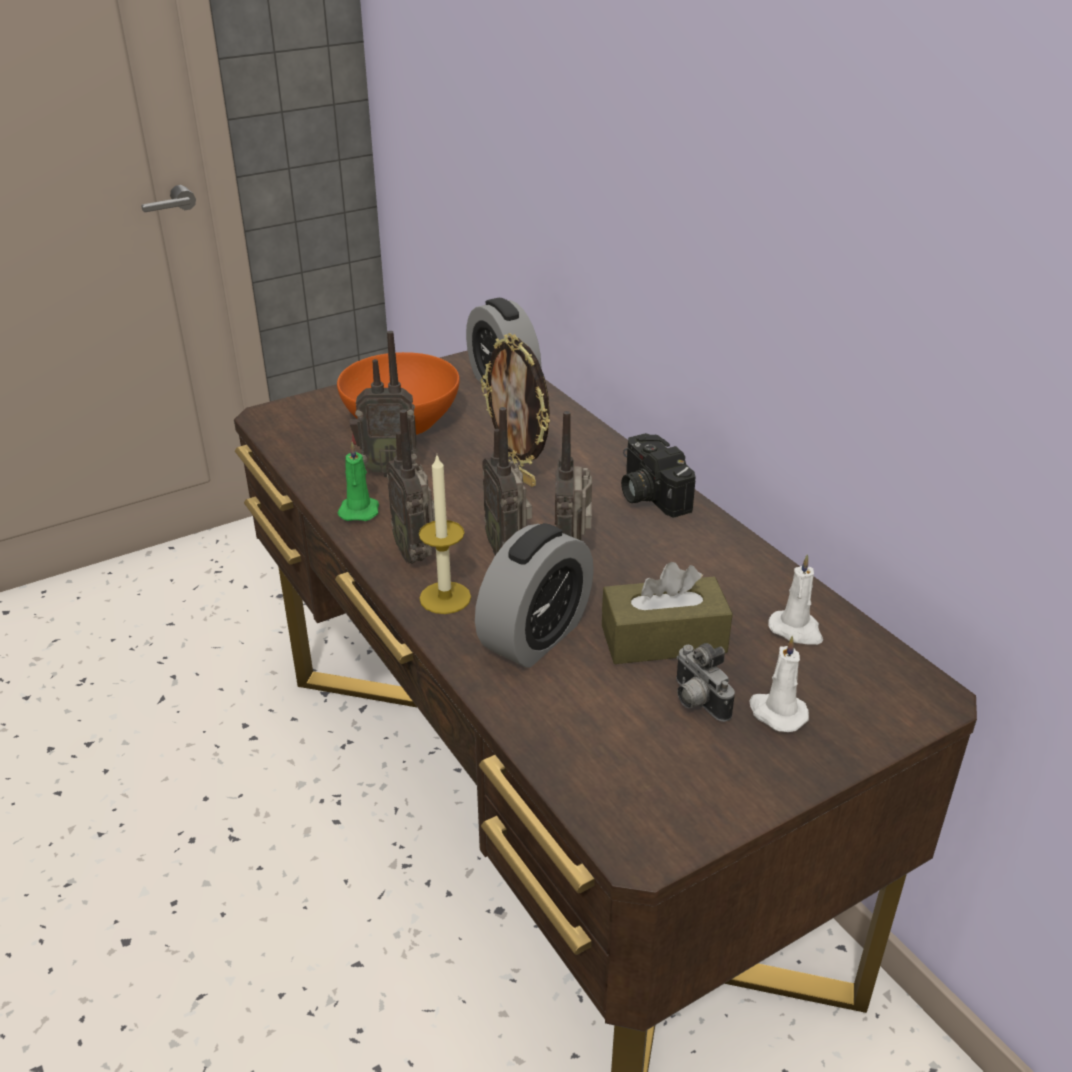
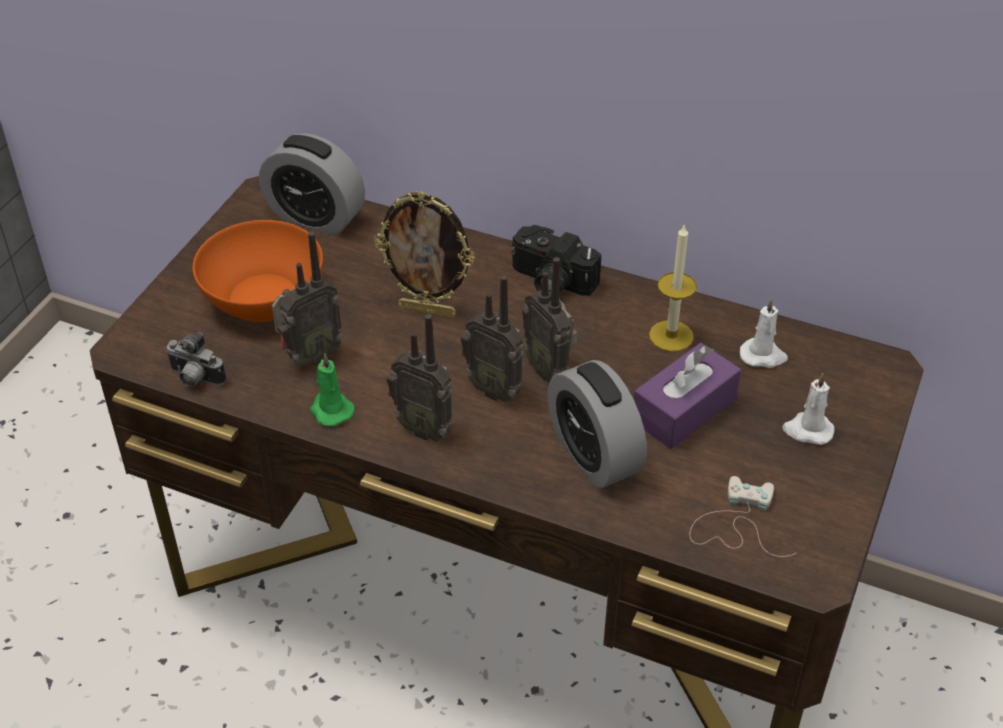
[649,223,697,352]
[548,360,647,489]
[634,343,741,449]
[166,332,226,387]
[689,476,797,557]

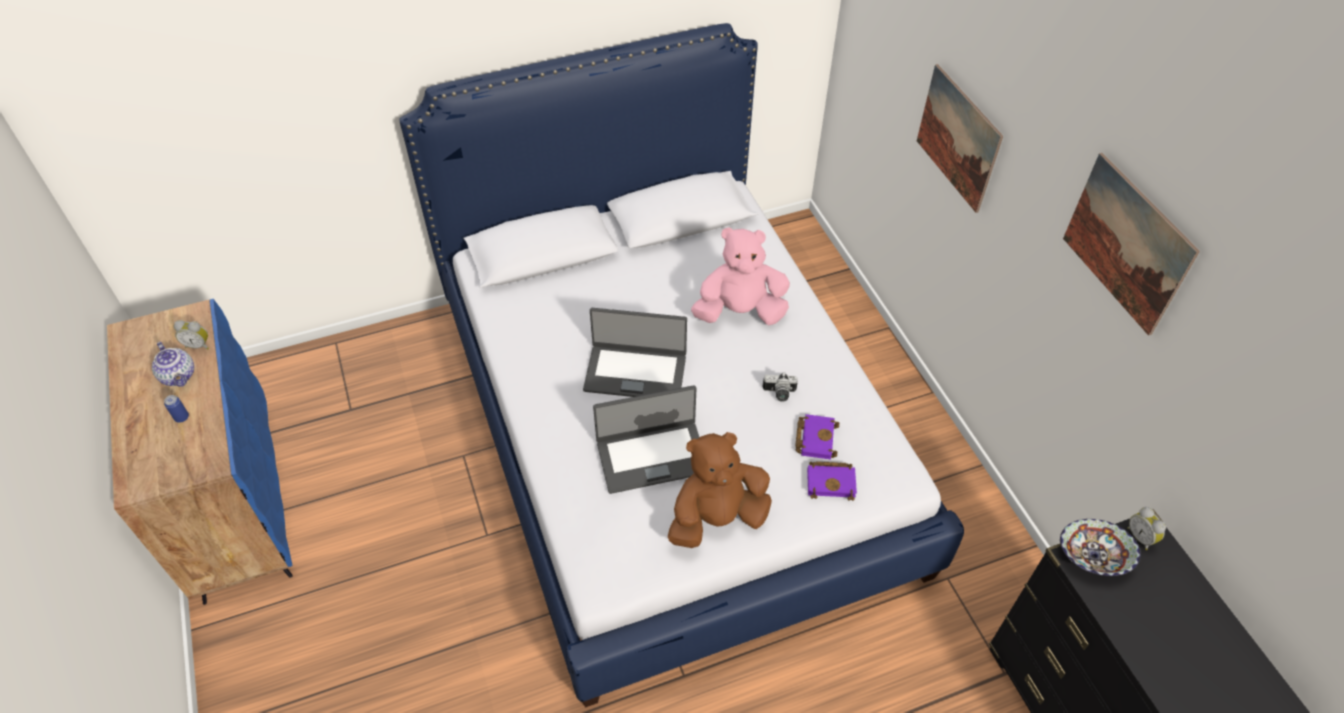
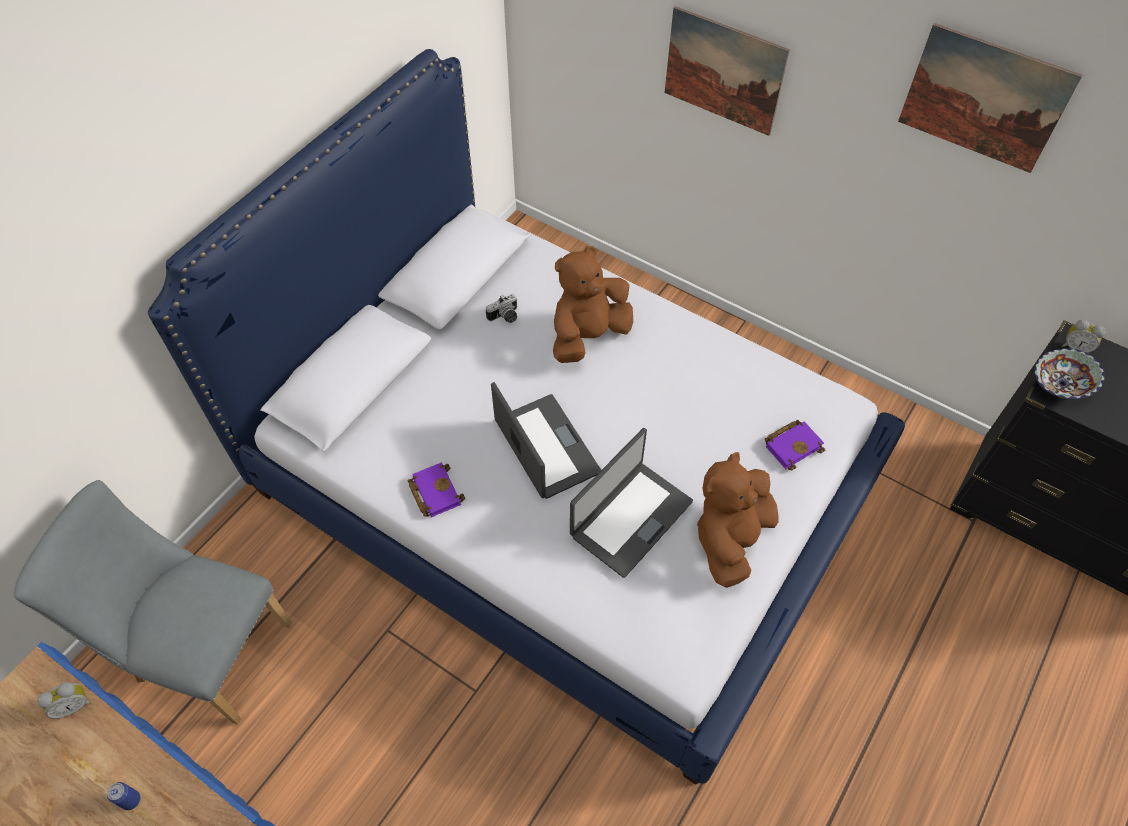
[152,342,194,387] (first image)
[491,382,601,499]
[553,246,633,363]
[486,294,517,323]
[408,462,465,517]
[14,480,292,725]

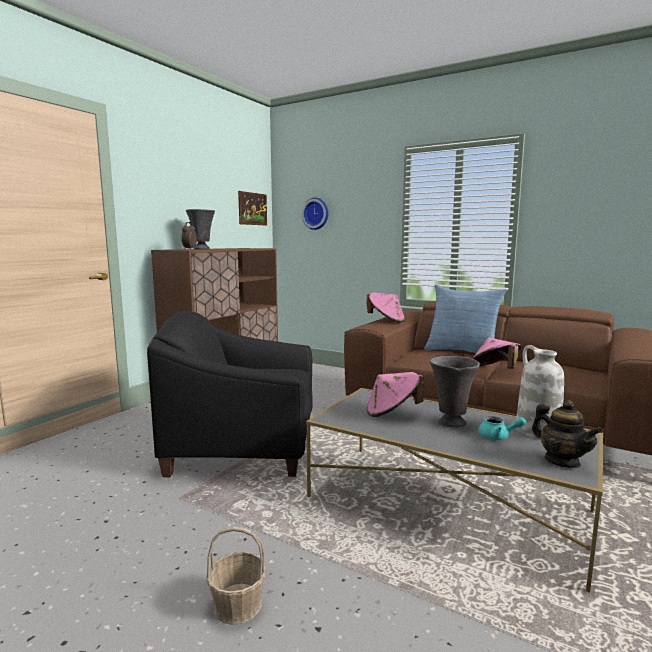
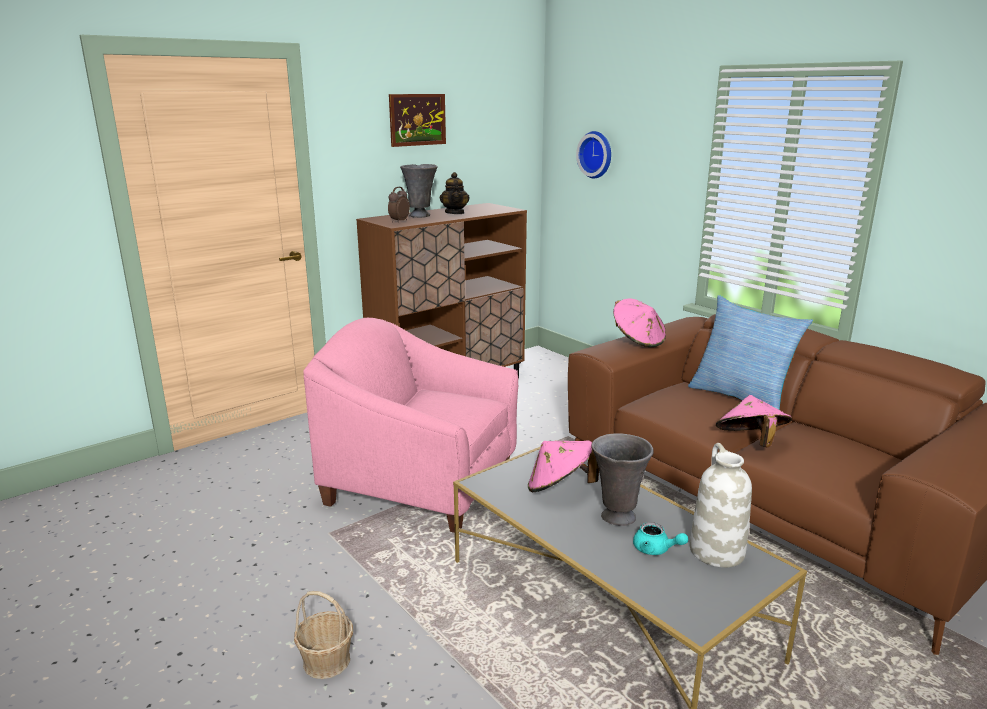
[303,318,518,533]
[389,94,446,147]
[440,172,470,214]

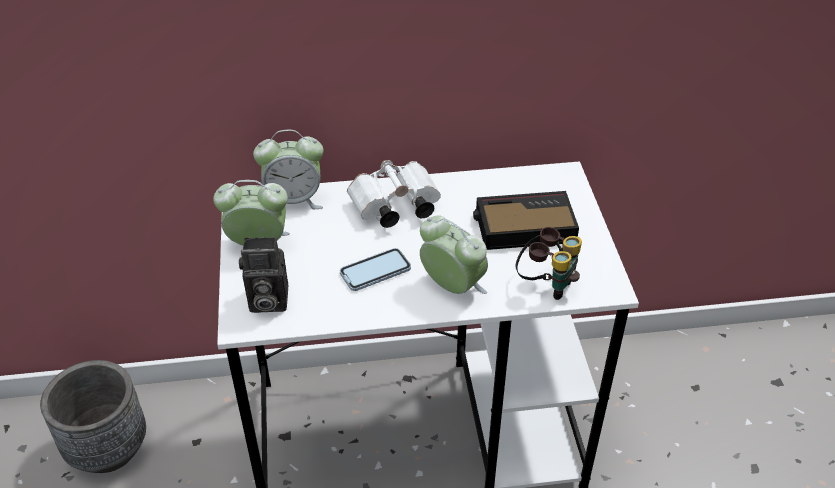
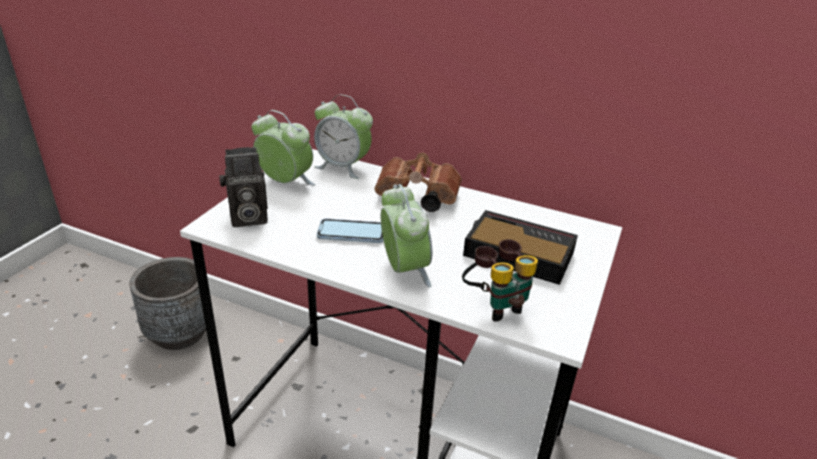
[219,147,268,227]
[375,153,462,212]

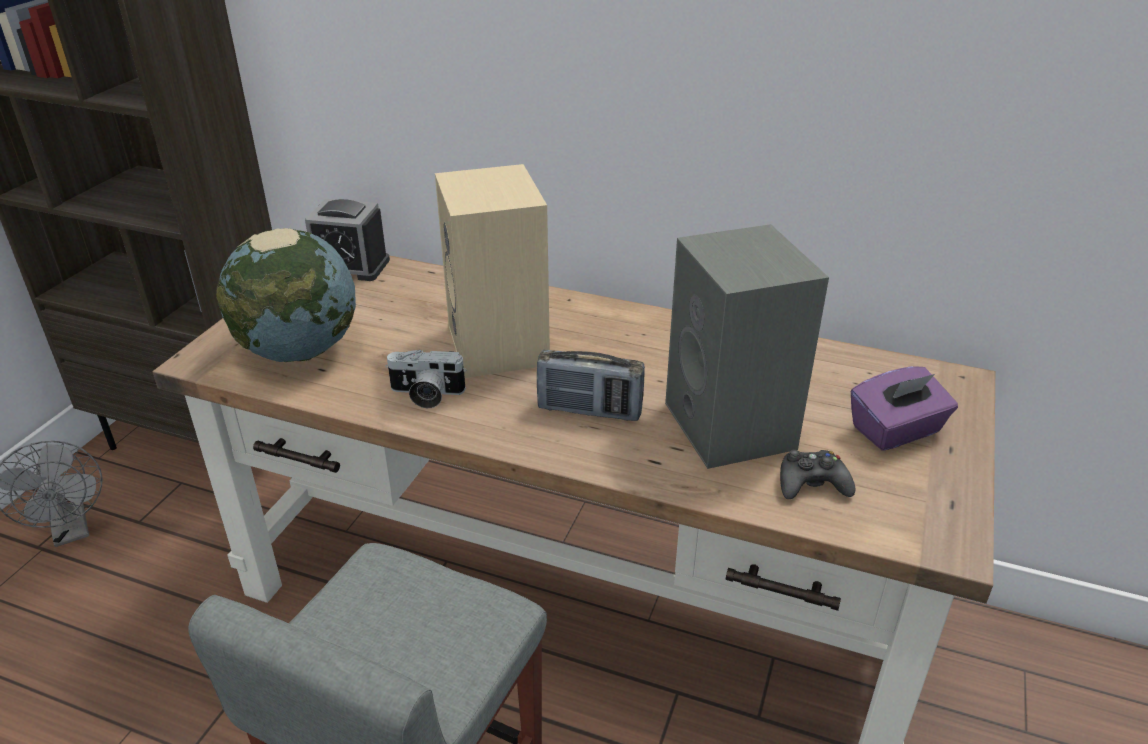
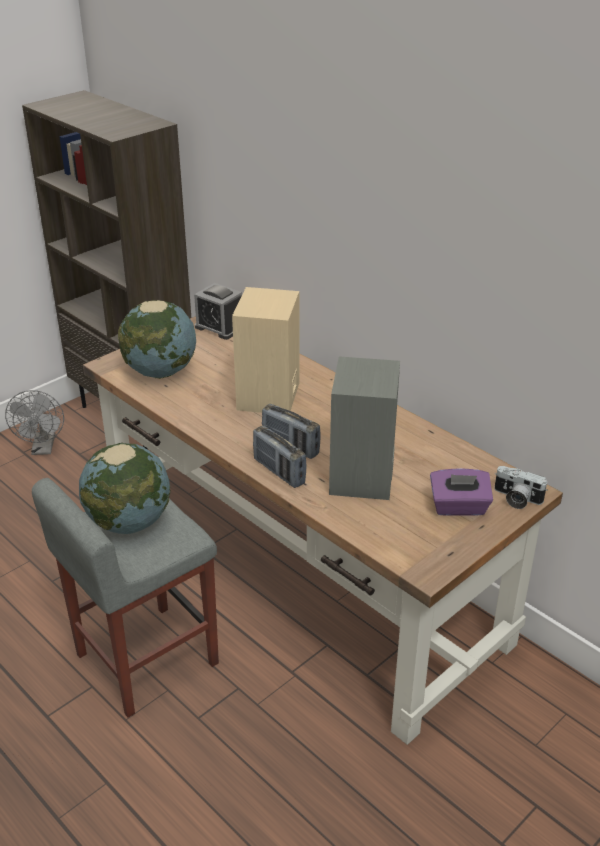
[494,466,548,509]
[780,450,855,499] (first image)
[79,443,171,534]
[253,426,307,488]

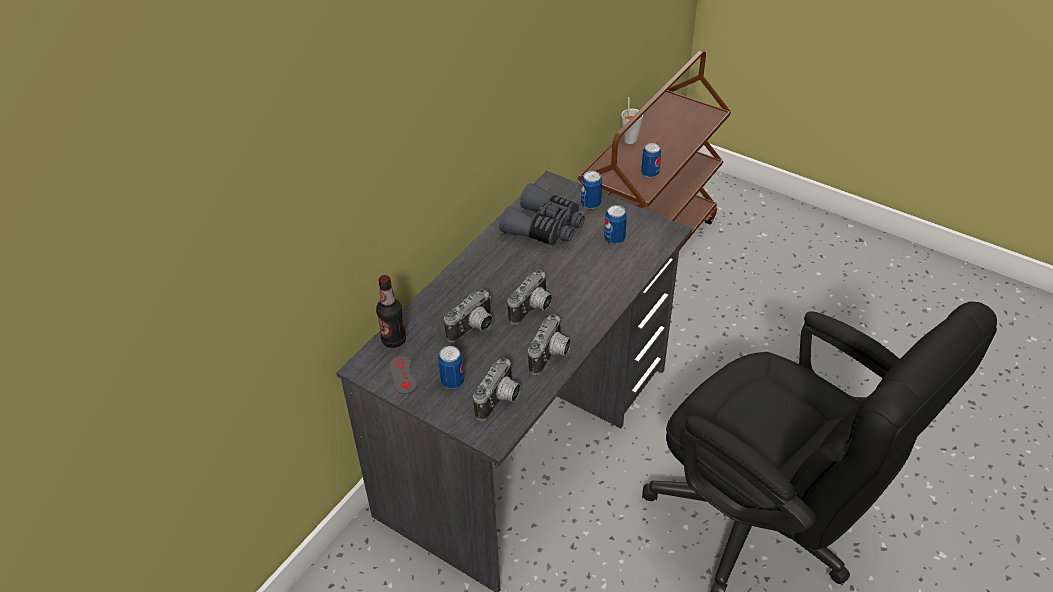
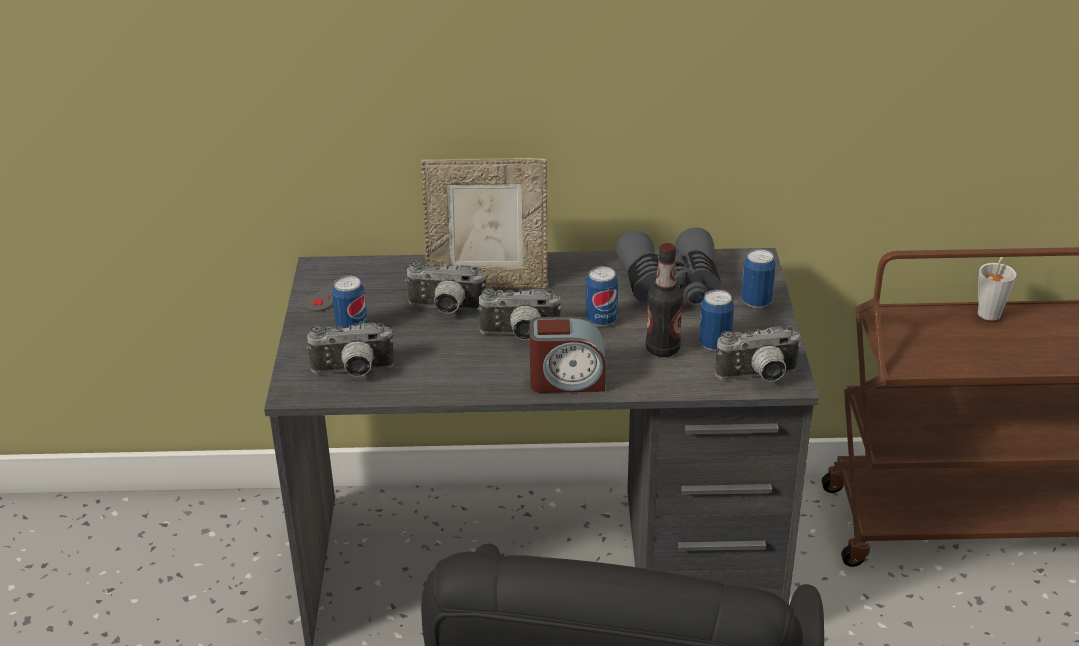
[646,243,683,357]
[715,326,802,382]
[586,266,618,327]
[421,158,547,288]
[529,316,606,393]

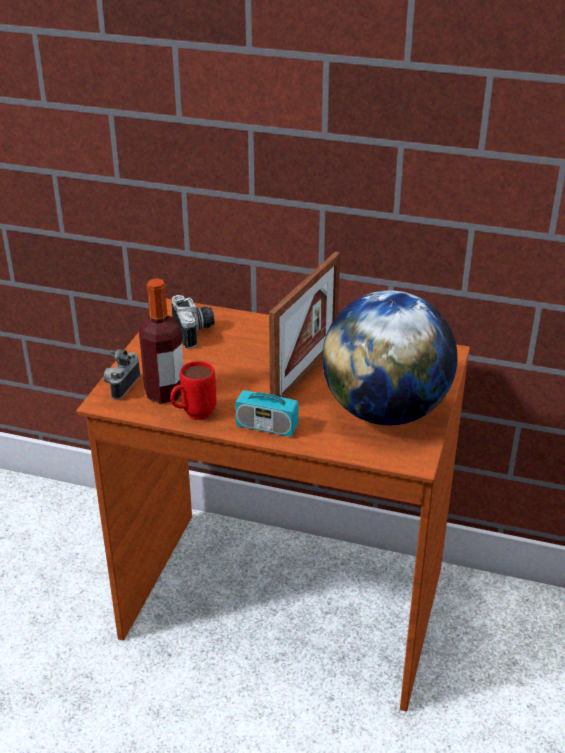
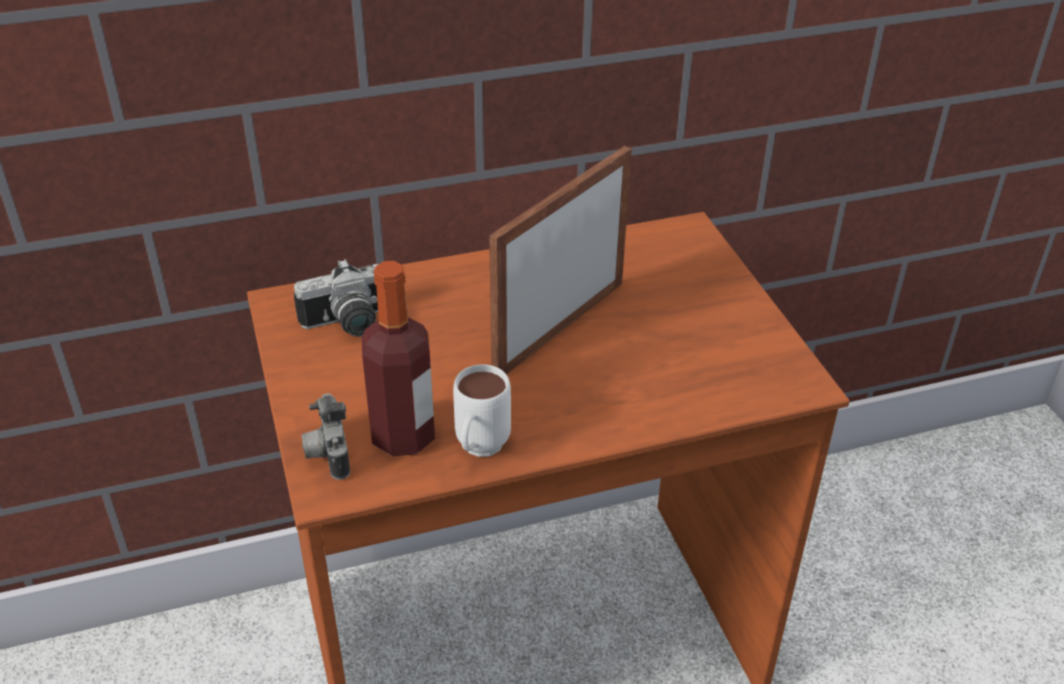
[453,364,511,457]
[294,259,378,337]
[235,348,298,437] (first image)
[489,146,632,374]
[322,290,457,425] (first image)

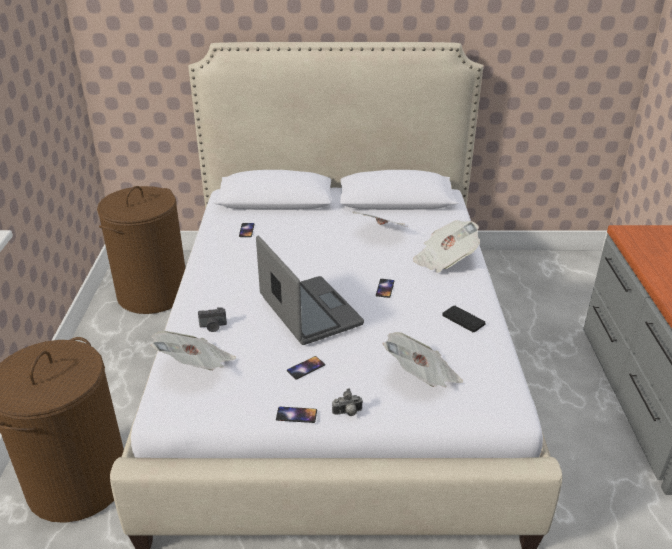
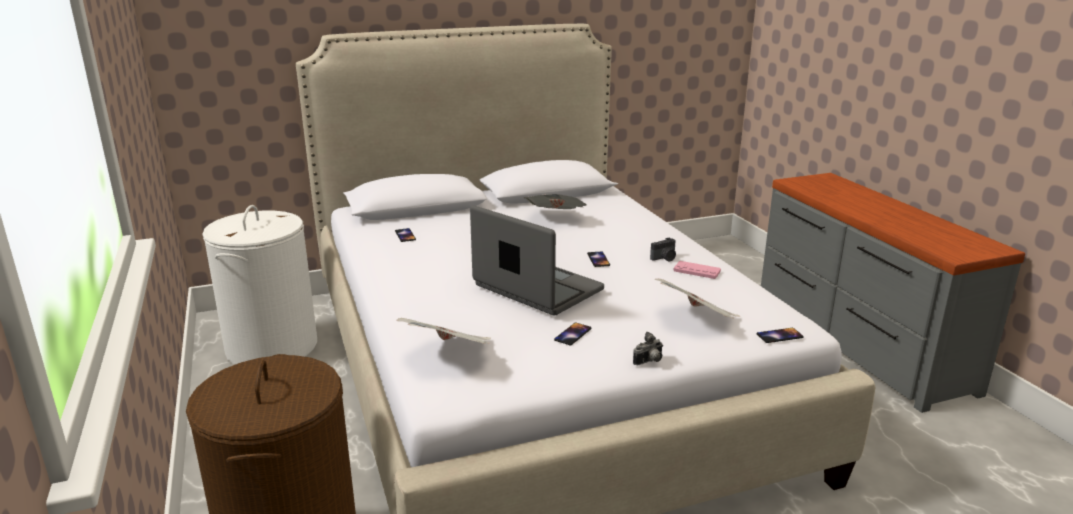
[202,205,317,365]
[650,238,676,262]
[757,328,804,343]
[413,220,480,273] (first image)
[673,261,721,279]

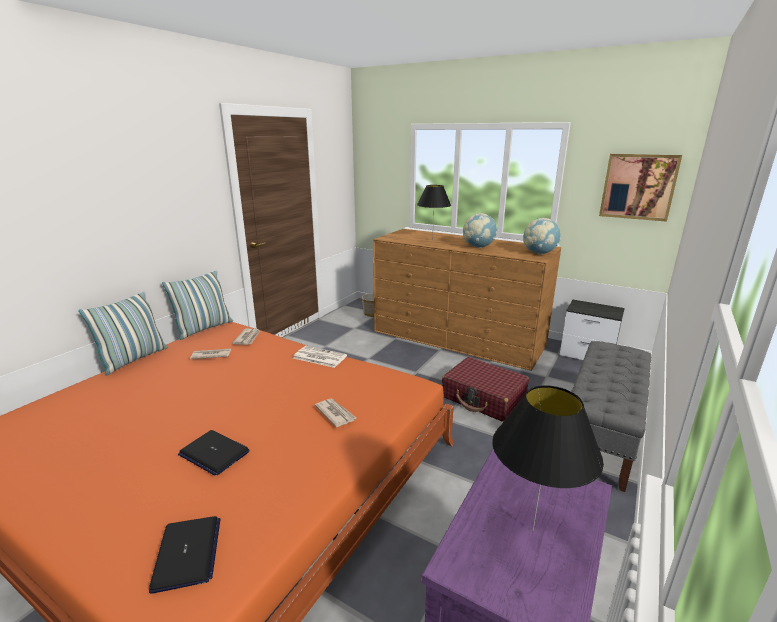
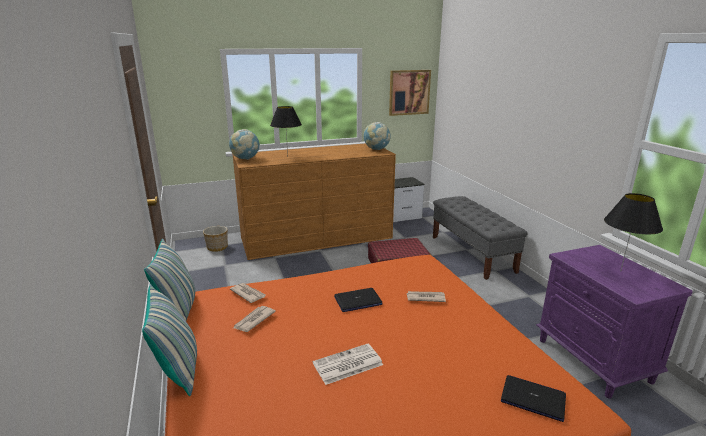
[334,288,383,312]
[313,344,383,385]
[229,129,260,160]

